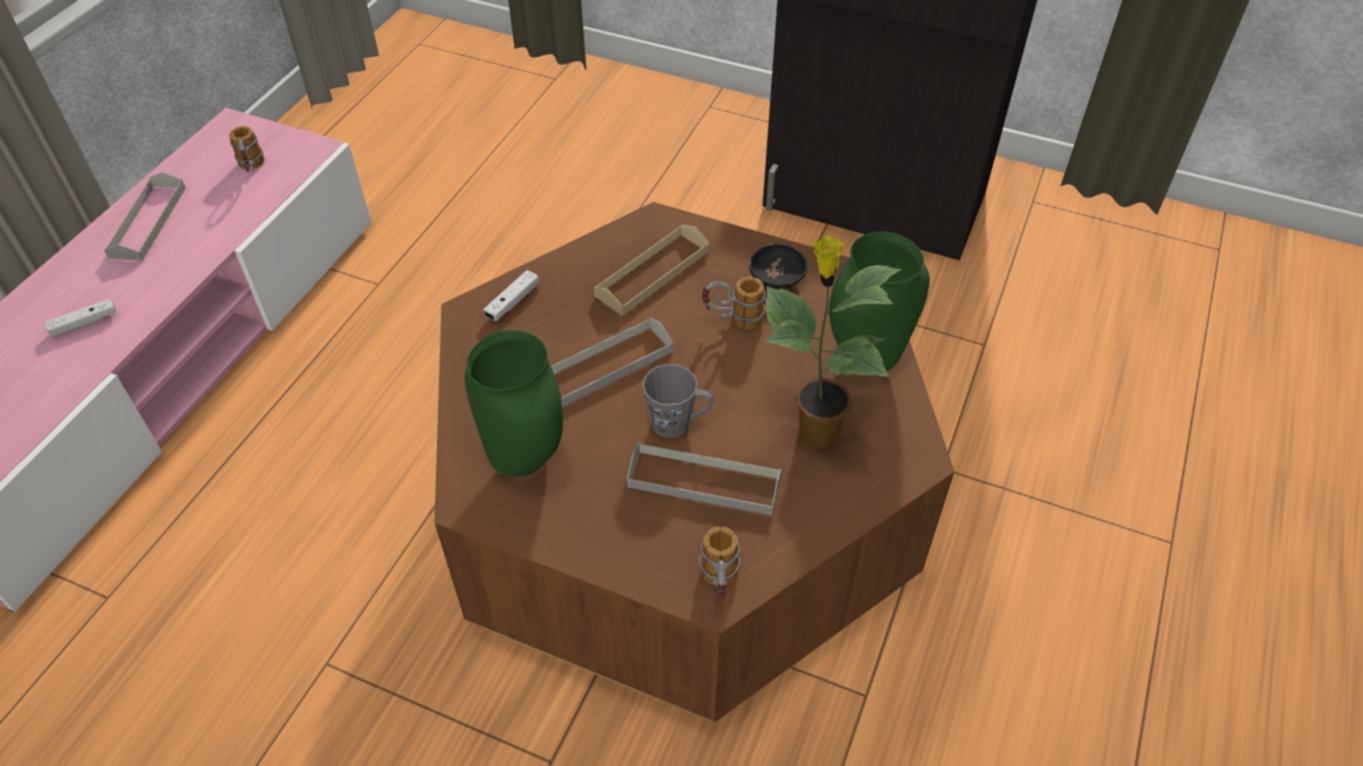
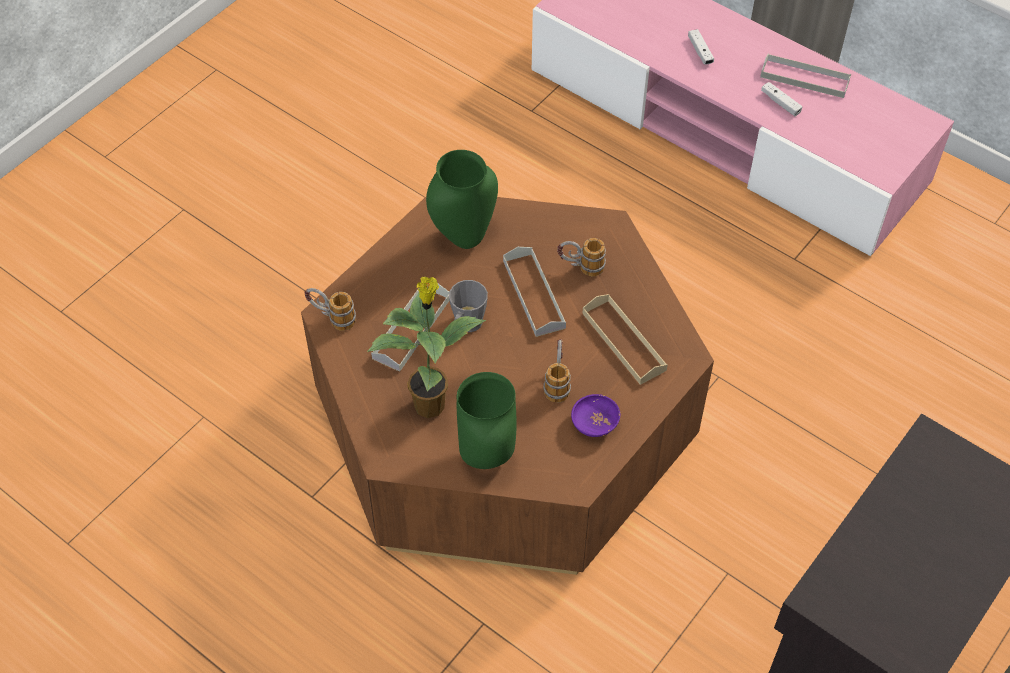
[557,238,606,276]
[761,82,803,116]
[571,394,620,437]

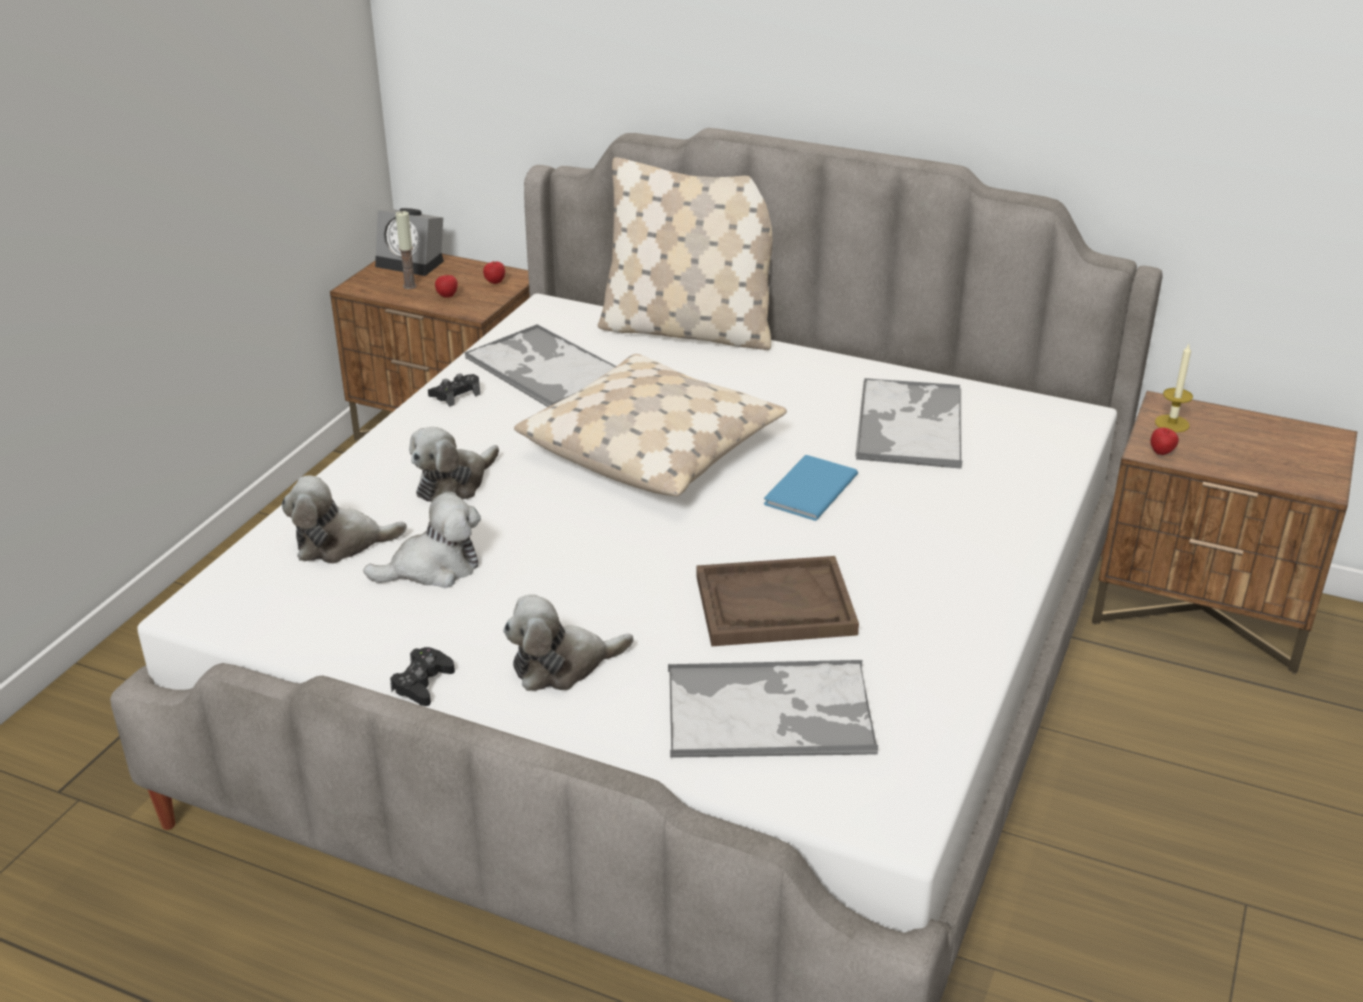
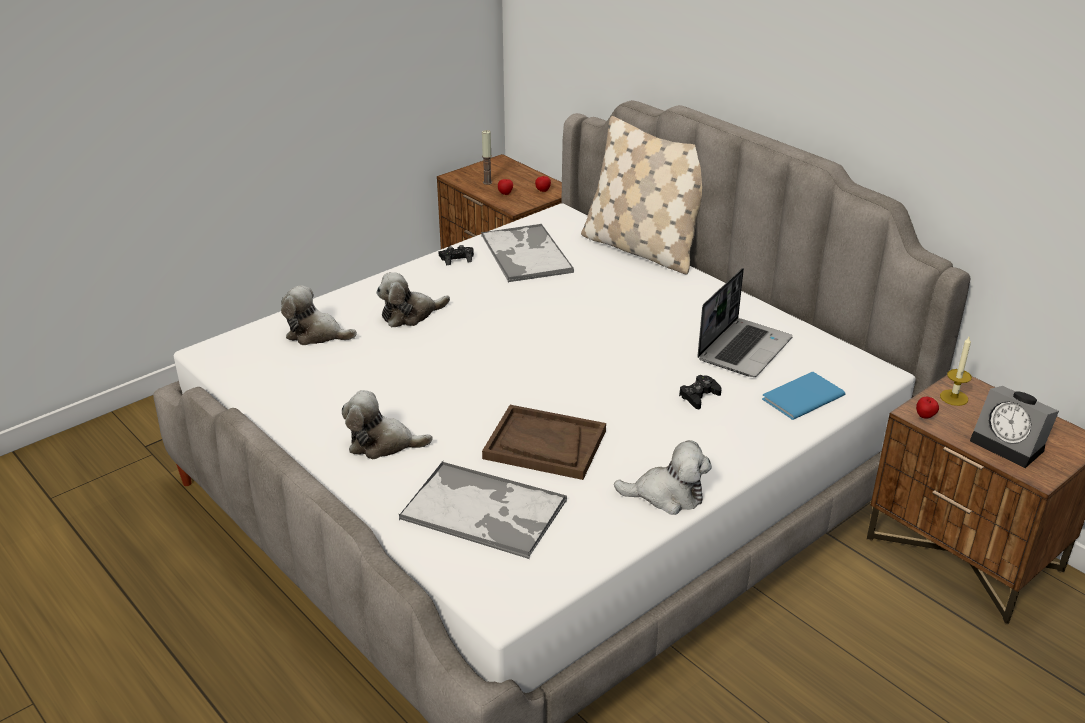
[614,440,712,515]
[970,386,1059,468]
[679,375,722,409]
[514,354,787,496] (first image)
[762,372,845,420]
[697,268,793,377]

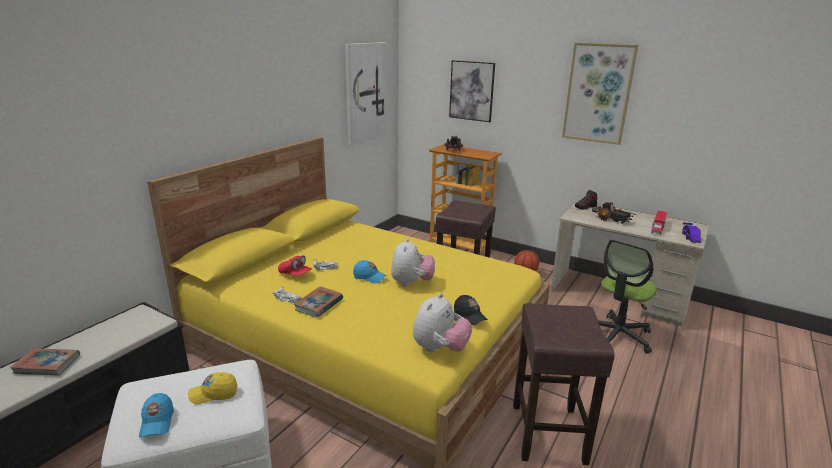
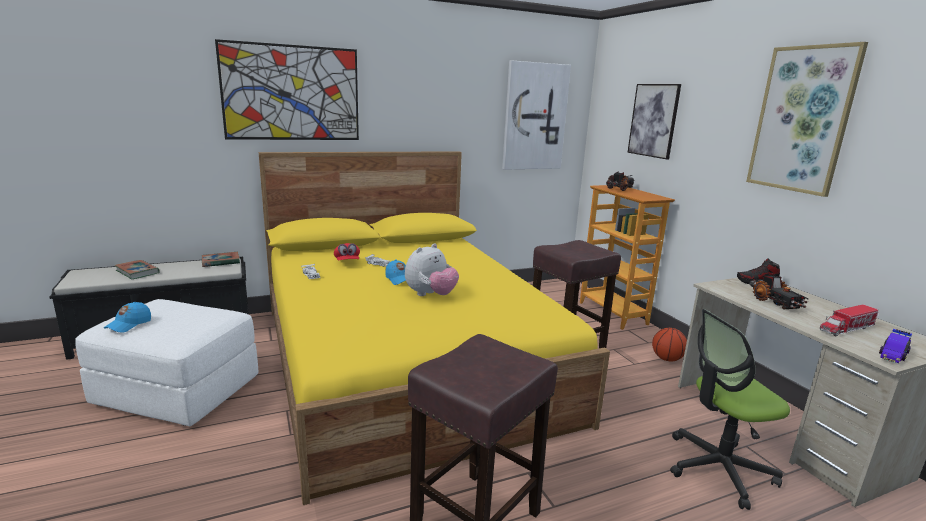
[188,372,237,405] (first image)
[202,251,240,267]
[413,293,472,352] (first image)
[454,295,488,325] (first image)
[215,39,359,140]

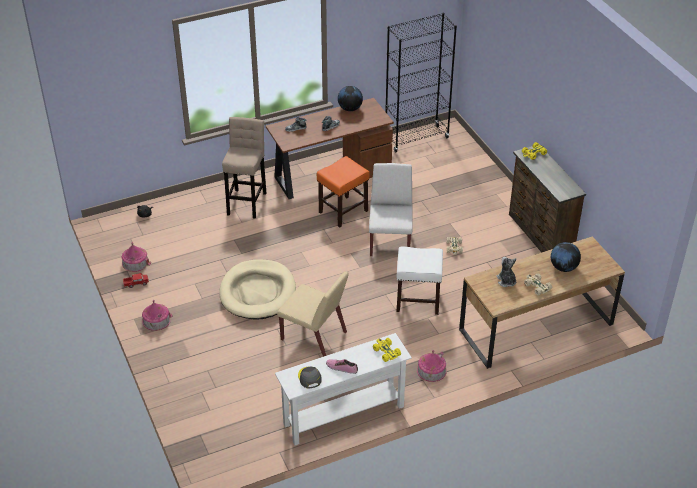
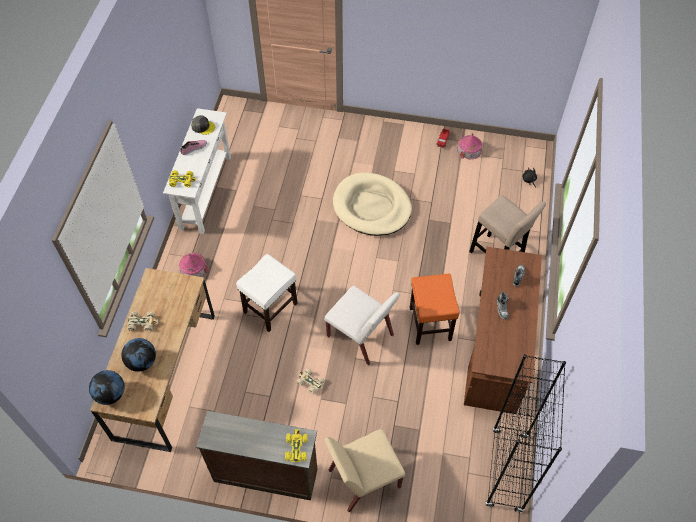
[142,300,173,331] (first image)
[324,429,405,512]
[89,370,124,405]
[496,257,516,287] (first image)

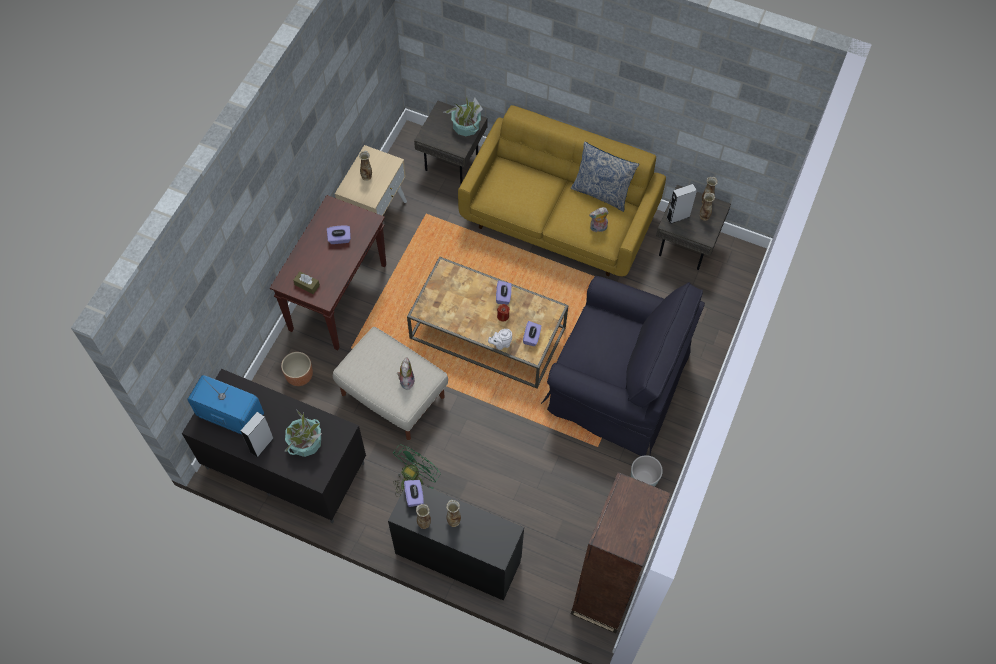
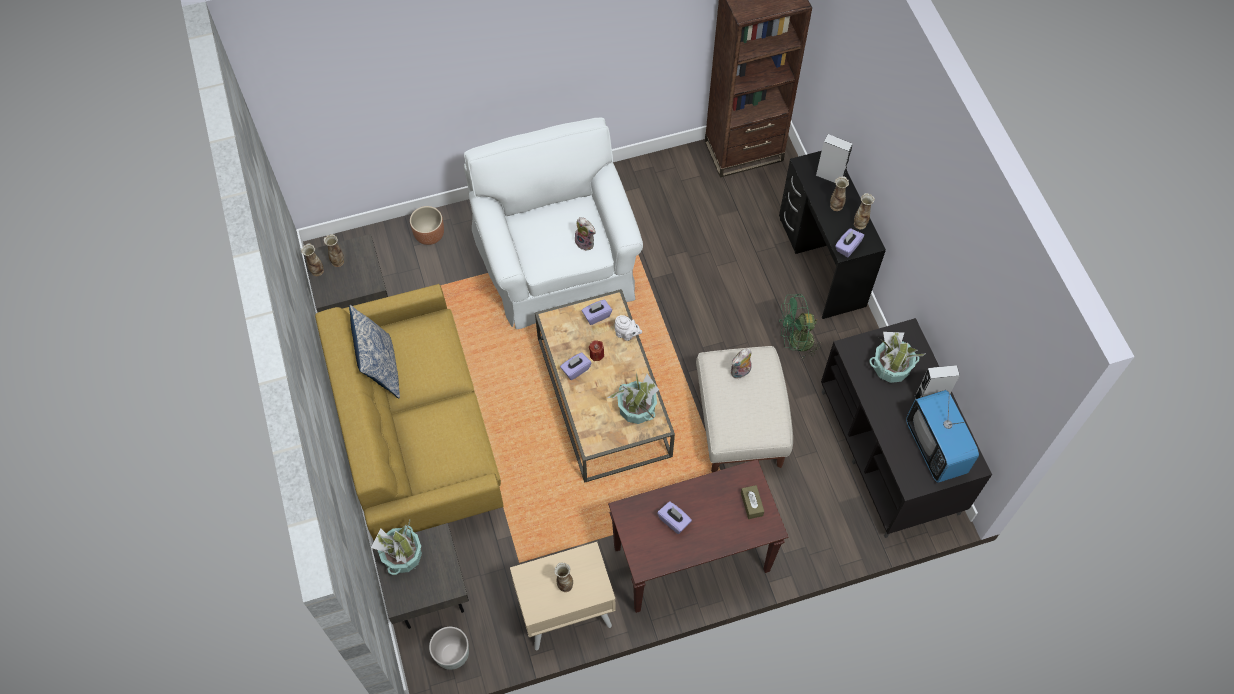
[410,206,444,245]
[463,118,643,329]
[575,217,596,251]
[429,627,469,670]
[815,134,853,184]
[607,372,659,424]

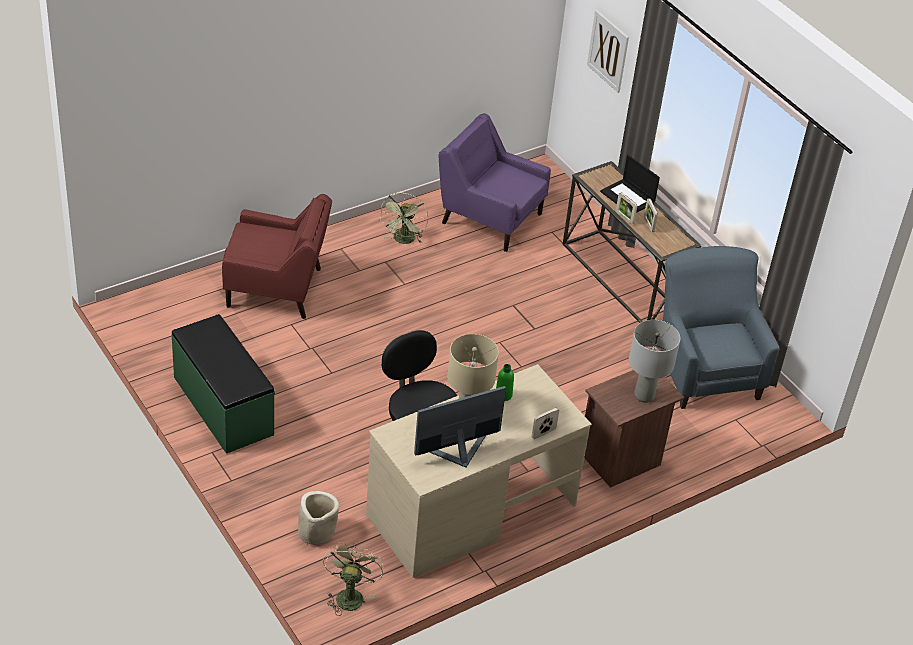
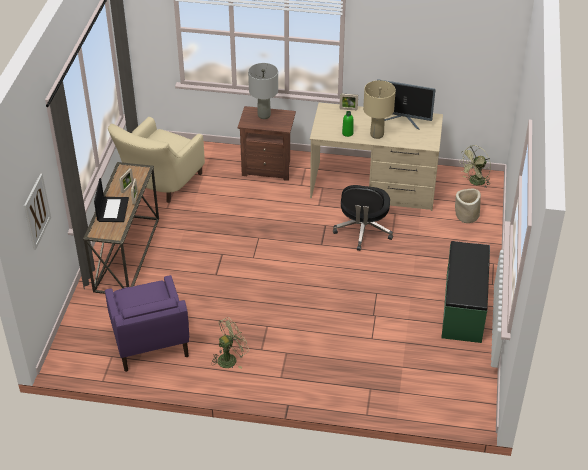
[222,194,332,319] (first image)
[108,117,205,203]

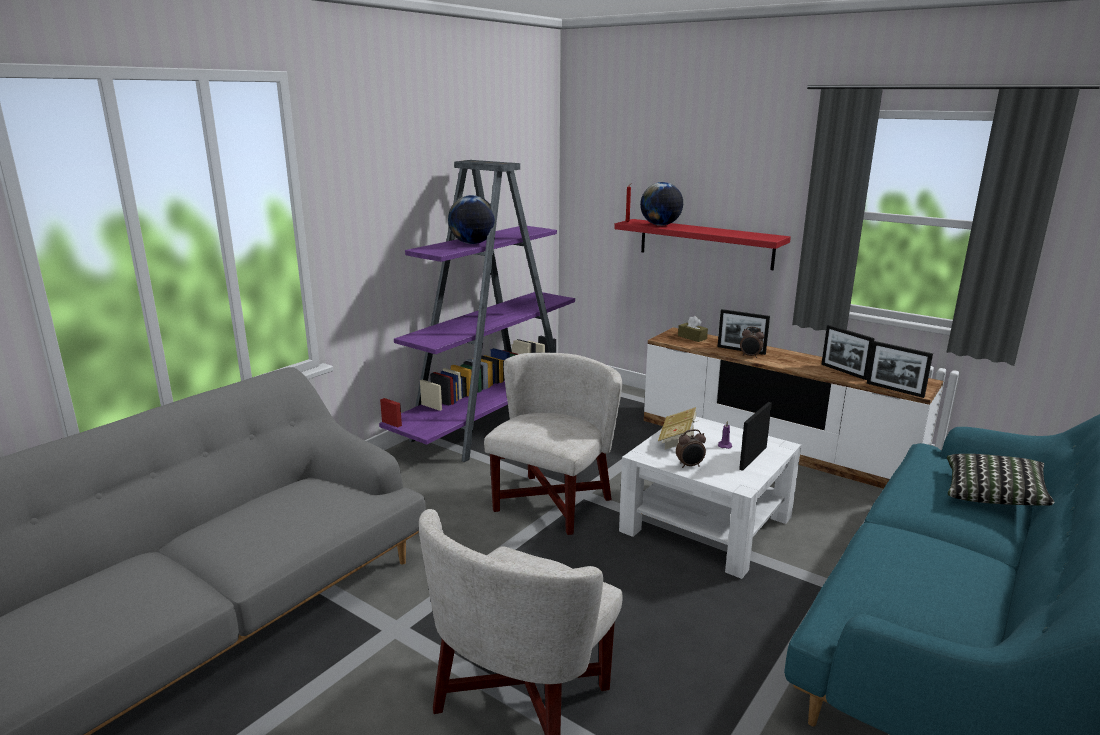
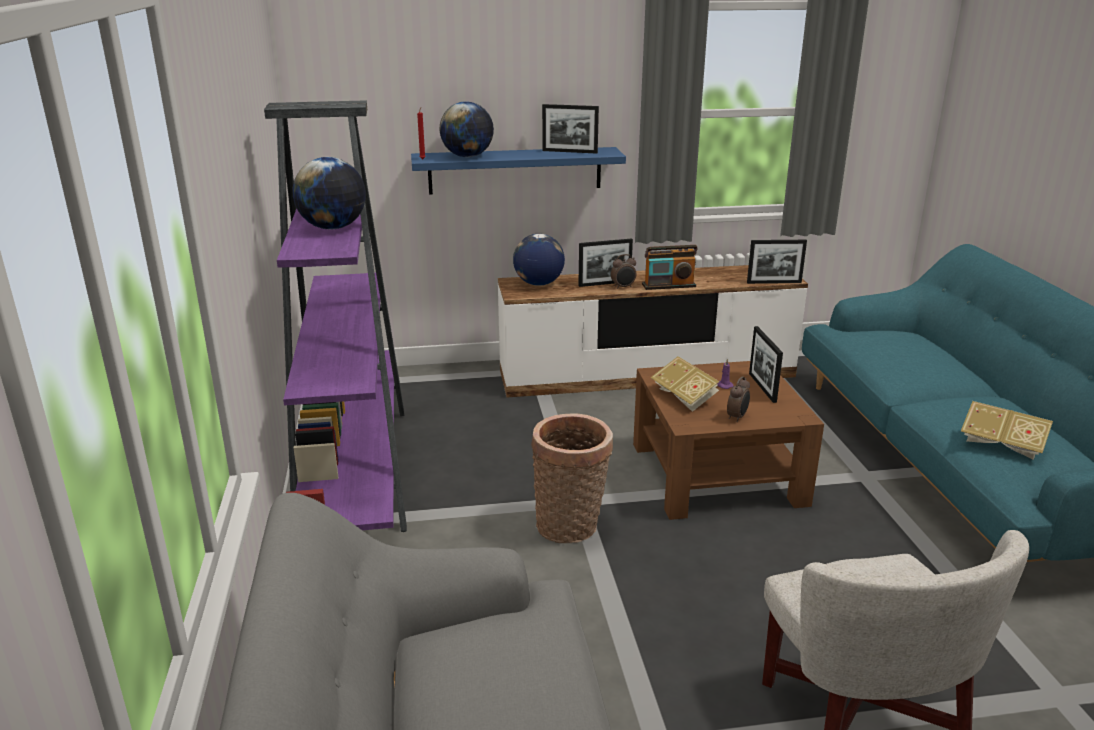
[531,413,613,543]
[411,147,626,194]
[633,361,824,520]
[513,234,565,286]
[542,104,599,154]
[947,454,1055,506] (first image)
[642,245,698,290]
[961,401,1053,460]

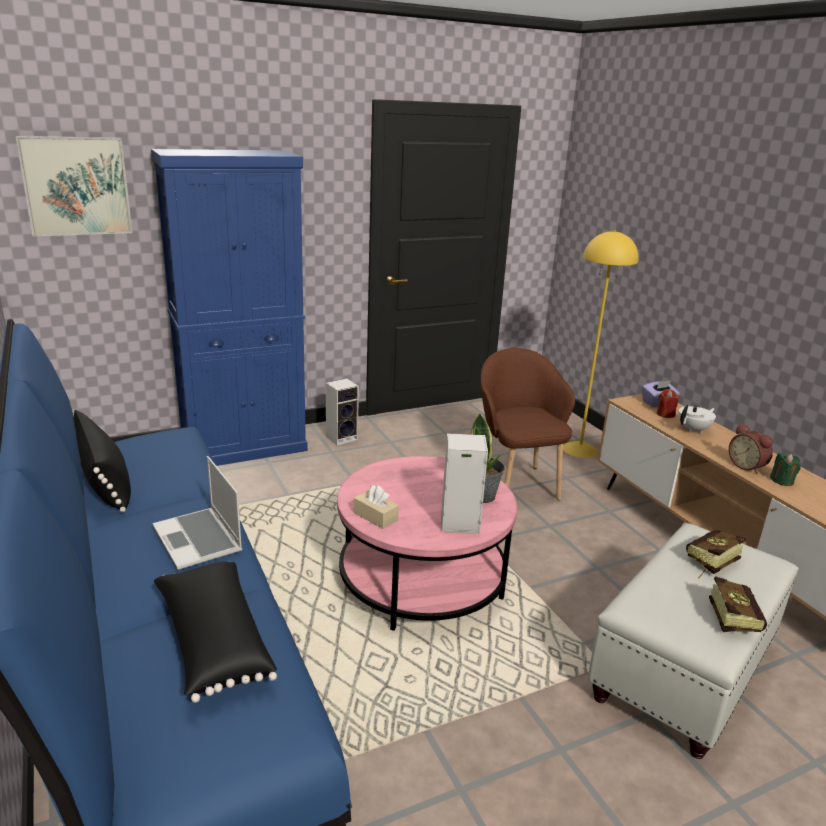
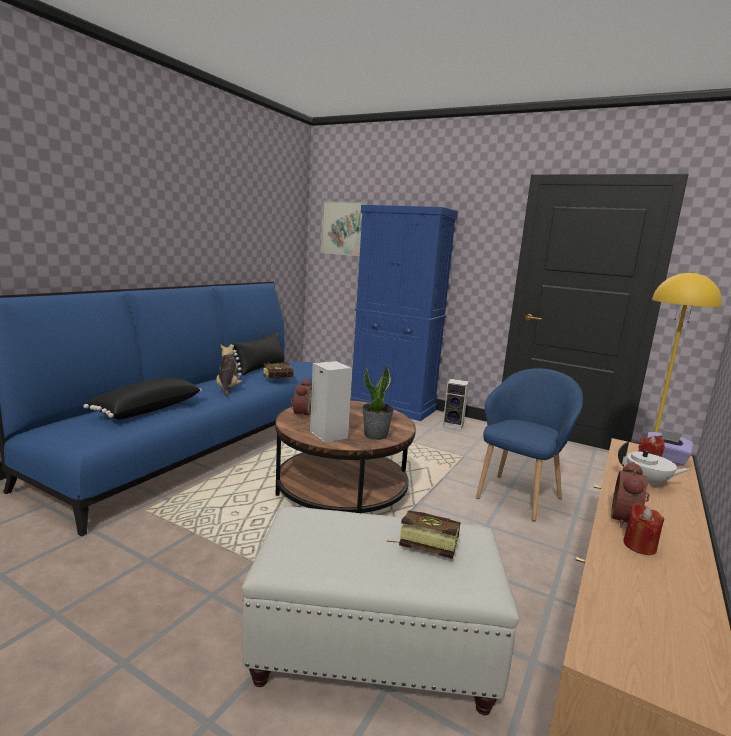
[216,344,242,398]
[275,400,416,513]
[291,379,312,418]
[476,369,583,521]
[263,361,293,379]
[623,503,664,555]

